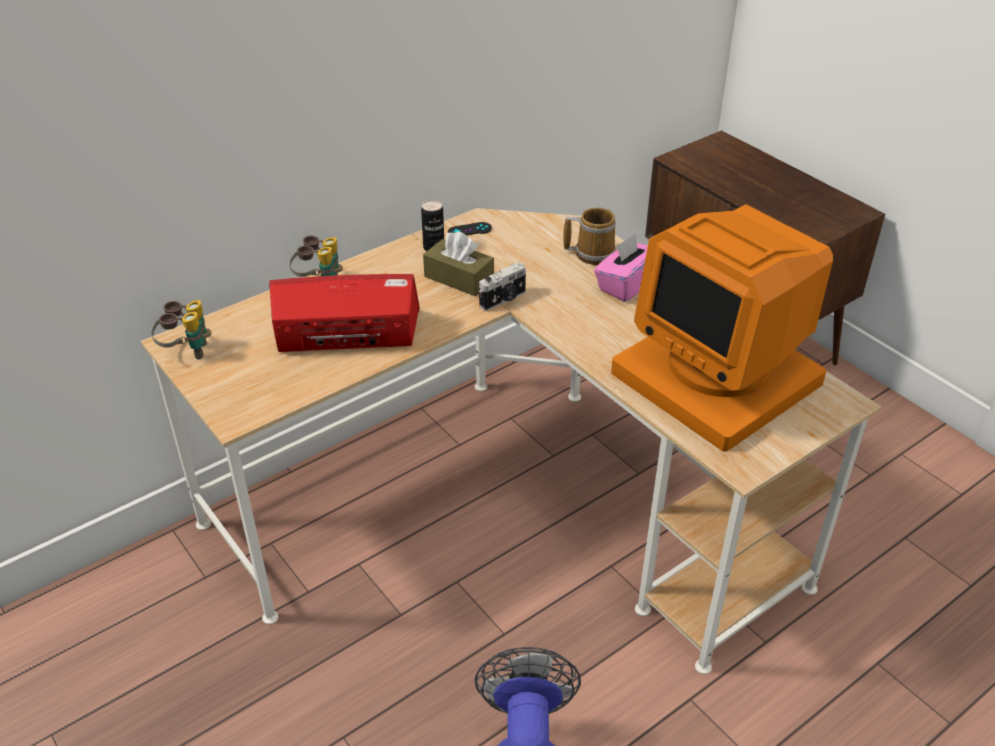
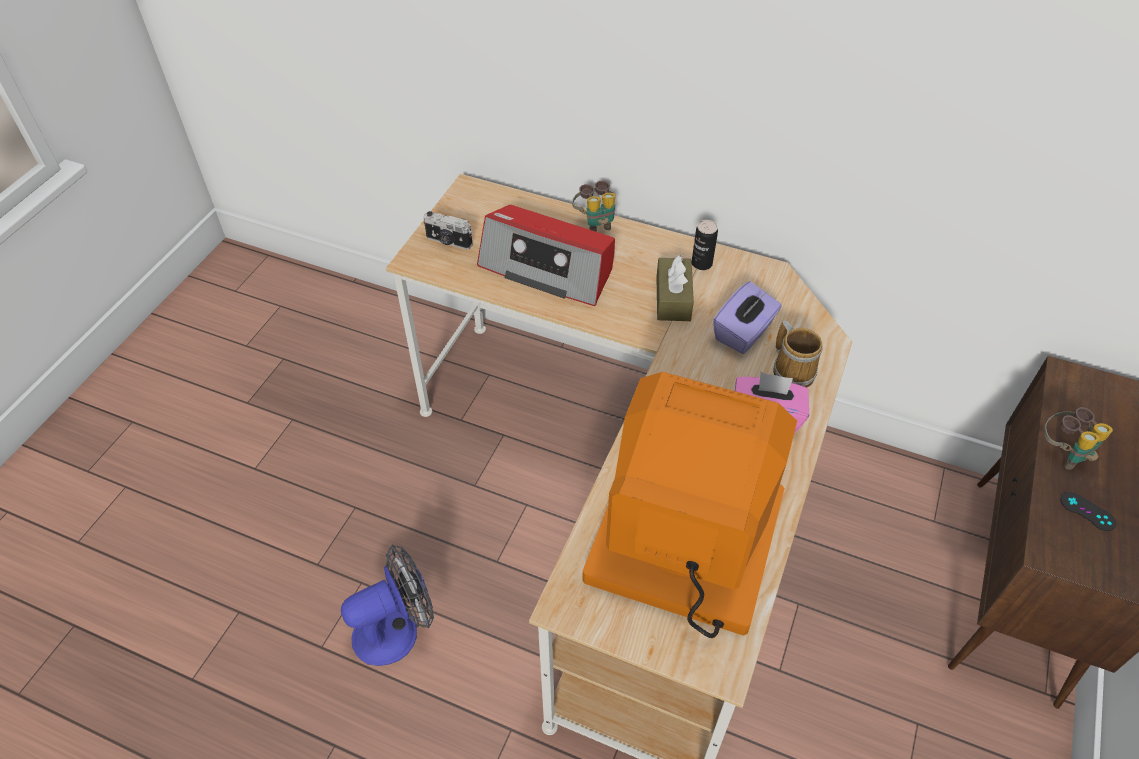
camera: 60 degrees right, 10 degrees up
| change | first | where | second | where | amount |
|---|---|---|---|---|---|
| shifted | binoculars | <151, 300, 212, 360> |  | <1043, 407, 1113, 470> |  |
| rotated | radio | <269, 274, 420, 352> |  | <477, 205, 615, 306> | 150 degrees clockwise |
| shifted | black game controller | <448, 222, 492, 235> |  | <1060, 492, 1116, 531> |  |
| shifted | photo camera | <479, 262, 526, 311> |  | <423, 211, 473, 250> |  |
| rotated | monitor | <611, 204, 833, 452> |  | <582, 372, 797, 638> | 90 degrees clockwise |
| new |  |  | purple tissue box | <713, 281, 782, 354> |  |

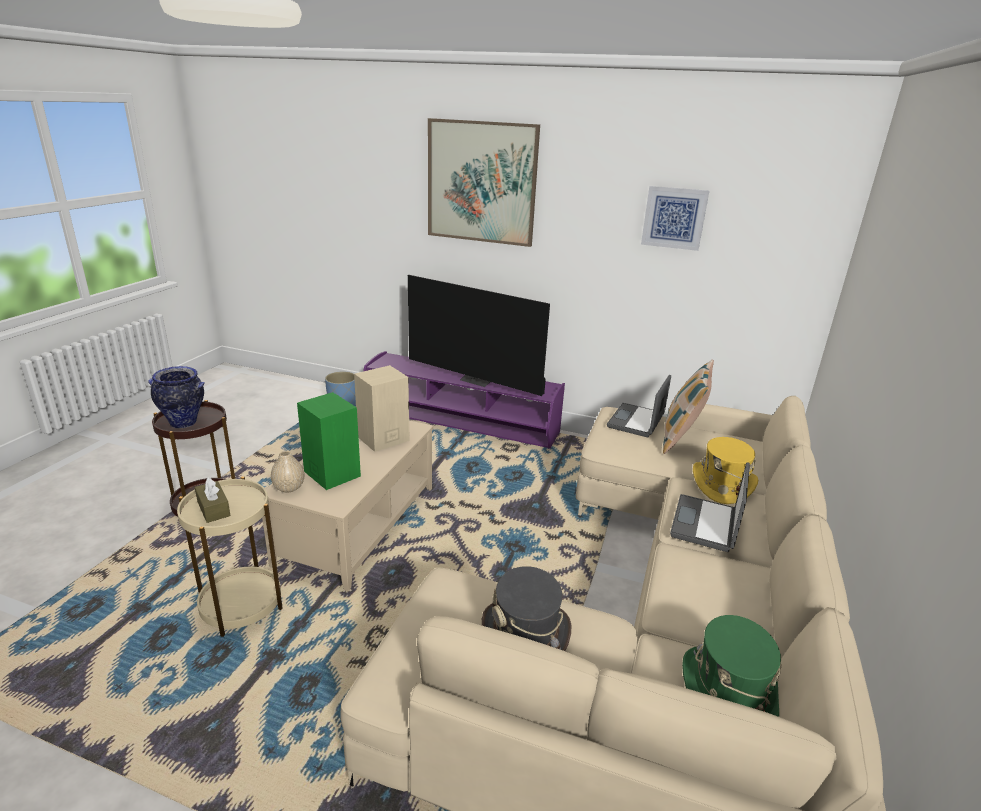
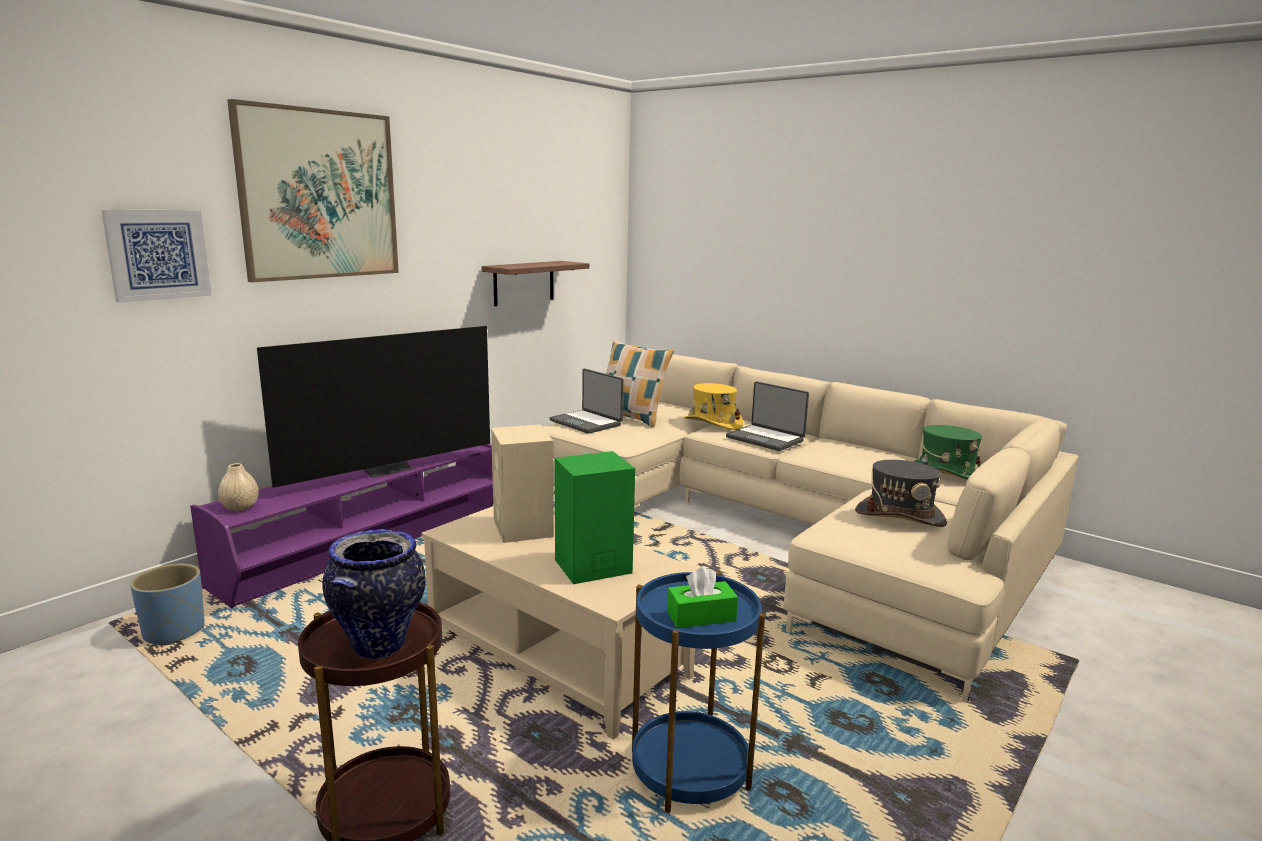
camera: 70 degrees left, 10 degrees down
| change | first | where | second | where | amount |
|---|---|---|---|---|---|
| repainted | beige side table | <177, 477, 283, 637> | blue side table | <632, 571, 765, 813> |  |
| repainted | brown tissue box | <195, 478, 231, 523> | green tissue box | <667, 566, 738, 628> |  |
| shifted | beige vase | <271, 451, 304, 493> |  | <218, 463, 259, 511> |  |
| shifted | picture | <641, 186, 709, 251> |  | <101, 210, 212, 303> |  |
| new |  |  | shelf | <481, 261, 589, 306> |  |

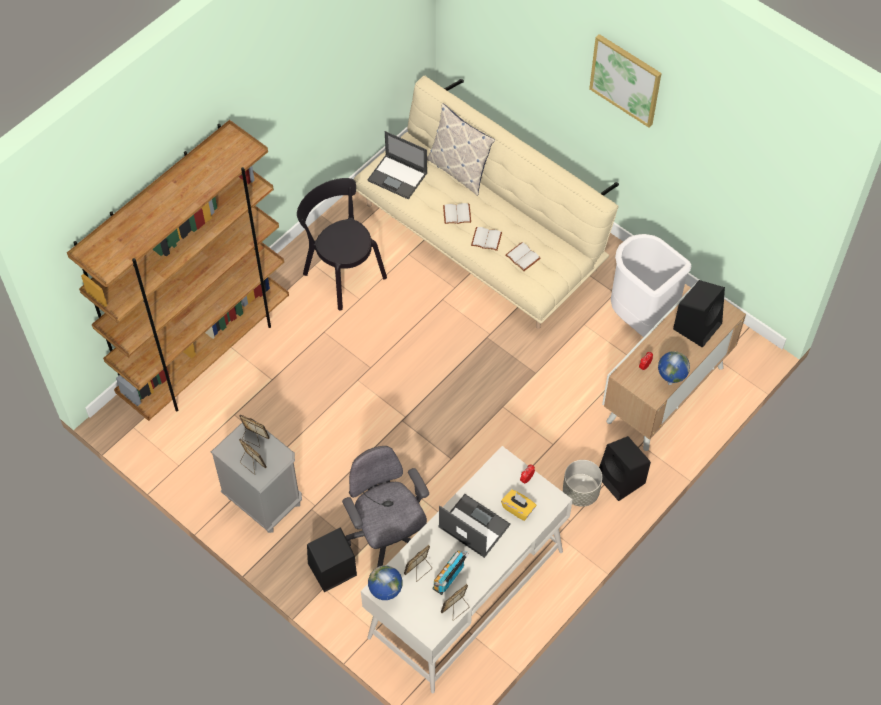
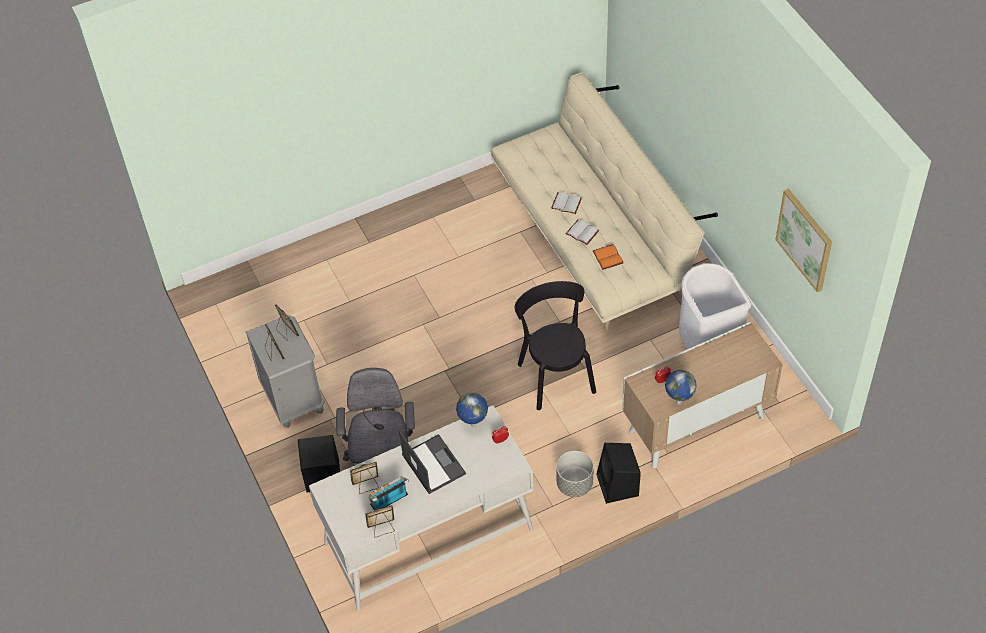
camera: 25 degrees right, 5 degrees down
| change | first | where | second | where | amount |
|---|---|---|---|---|---|
| gone | brown bookcase | <67, 120, 289, 421> |  |  |  |
| shifted | black chair | <297, 178, 387, 311> |  | <515, 281, 596, 410> |  |
| gone | laptop | <367, 131, 427, 200> |  |  |  |
| shifted | globe | <368, 565, 403, 600> |  | <456, 392, 488, 427> |  |
| gone | pillow | <427, 103, 495, 196> |  |  |  |
| gone | yellow tissue box | <501, 489, 536, 521> |  |  |  |
| repainted | white book | <505, 242, 541, 271> | orange book | <593, 244, 624, 270> |  |
| shifted | picture | <589, 34, 662, 127> |  | <776, 189, 832, 292> |  |
| gone | black speaker | <673, 280, 725, 348> |  |  |  |

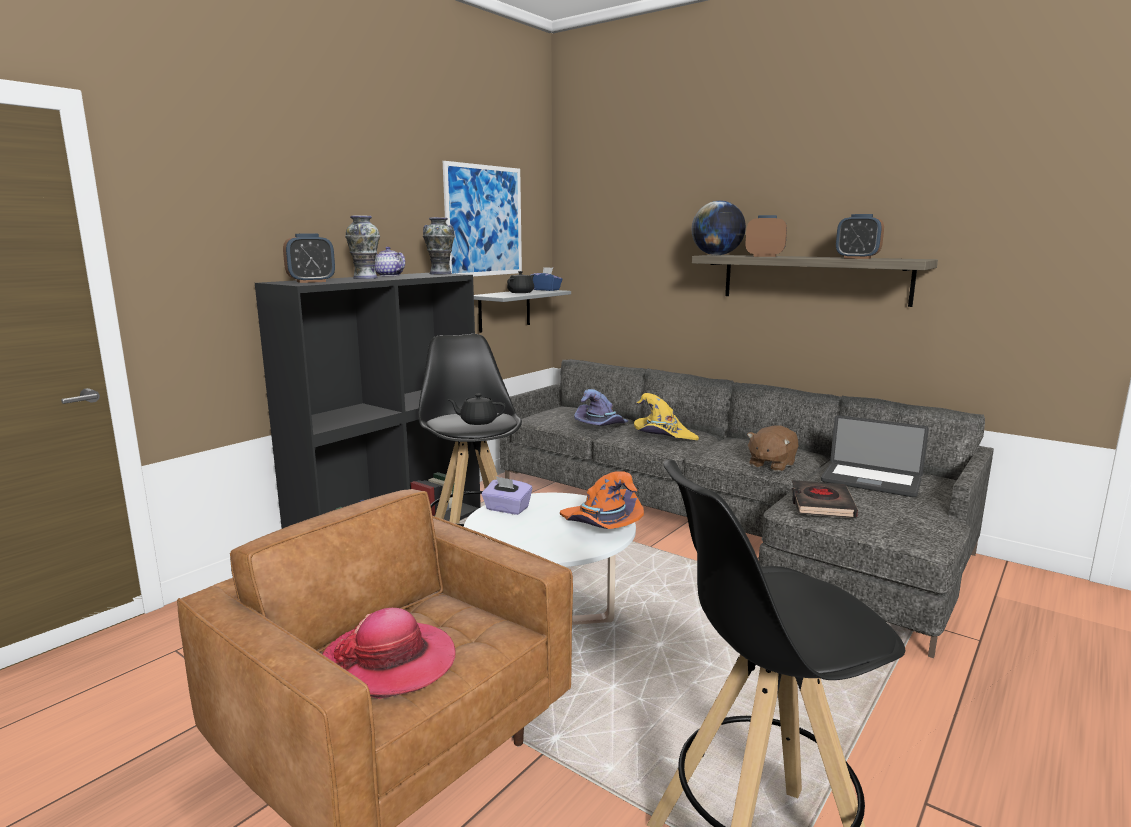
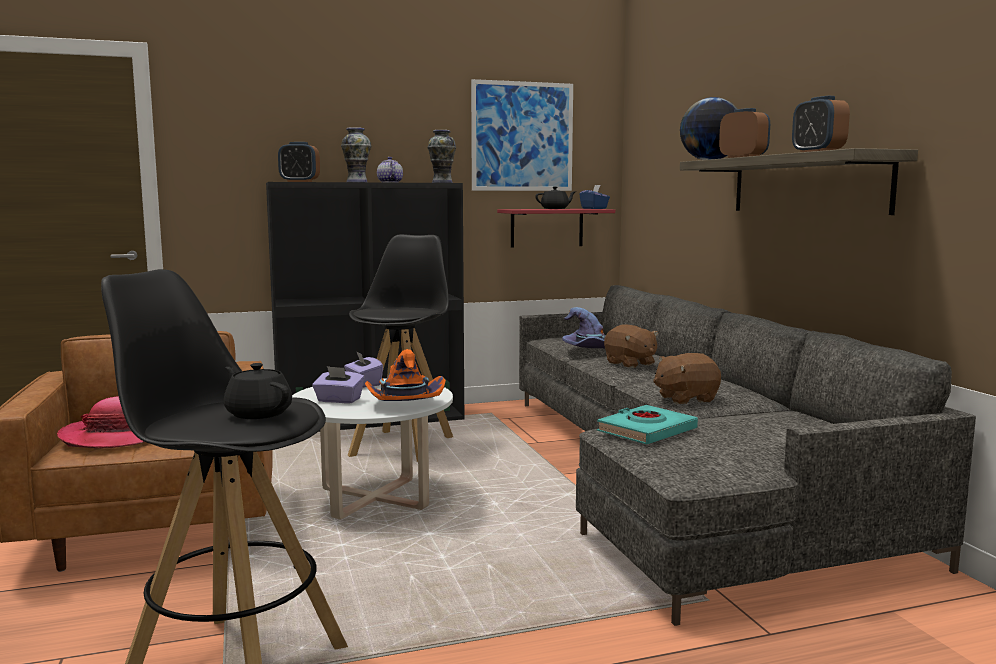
camera: 35 degrees right, 5 degrees down
| change | first | where | second | where | amount |
|---|---|---|---|---|---|
| shifted | black teapot | <447, 394, 506, 425> |  | <224, 363, 292, 419> |  |
| repainted | grey shelf | <474, 289, 571, 333> | red shelf | <497, 209, 615, 248> |  |
| swapped | yellow hat | <634, 393, 699, 440> | brown plush toy | <604, 324, 658, 368> |  |
| repainted | black book | <791, 480, 858, 518> | turquoise book | <597, 405, 698, 444> |  |
| gone | laptop | <821, 415, 929, 497> |  |  |  |
| new |  |  | purple tissue box | <312, 366, 364, 403> |  |

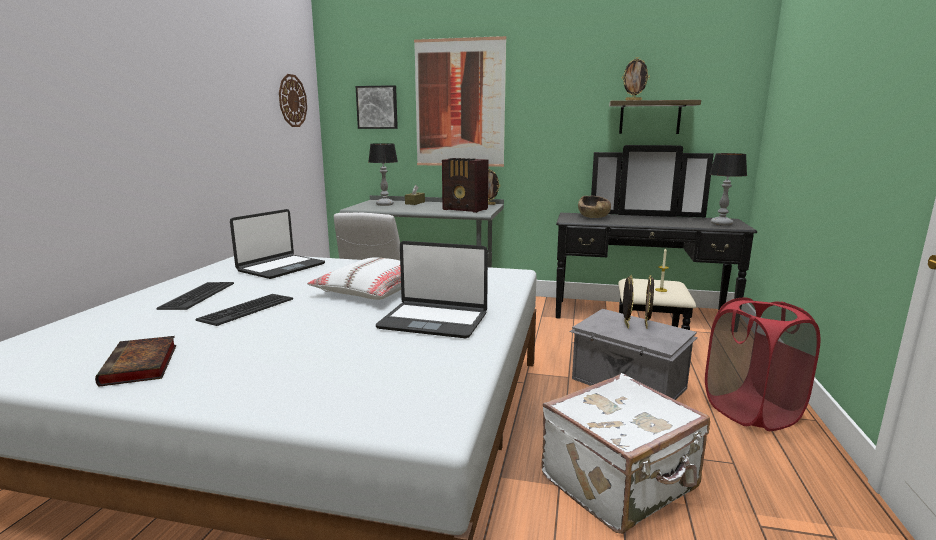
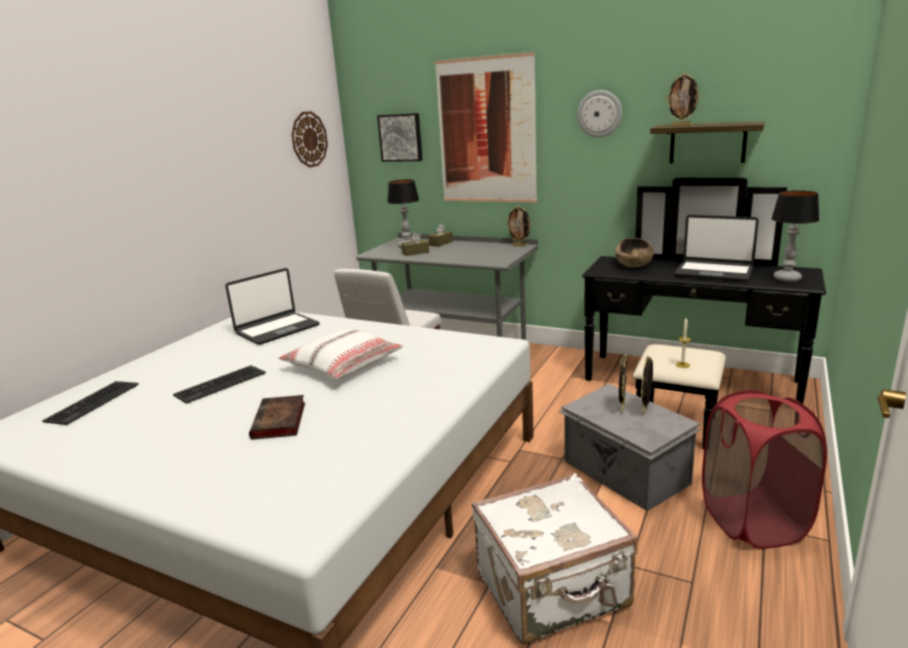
camera: 15 degrees right, 5 degrees up
| change | first | where | second | where | amount |
|---|---|---|---|---|---|
| shifted | book | <95, 336, 176, 387> |  | <249, 395, 305, 440> |  |
| shifted | keyboard | <157, 282, 234, 310> |  | <43, 381, 139, 425> |  |
| shifted | laptop | <376, 241, 488, 338> |  | <674, 215, 759, 282> |  |
| gone | radio | <442, 158, 488, 213> |  |  |  |
| new |  |  | brown tissue box | <401, 232, 429, 256> |  |
| new |  |  | wall clock | <577, 90, 622, 138> |  |

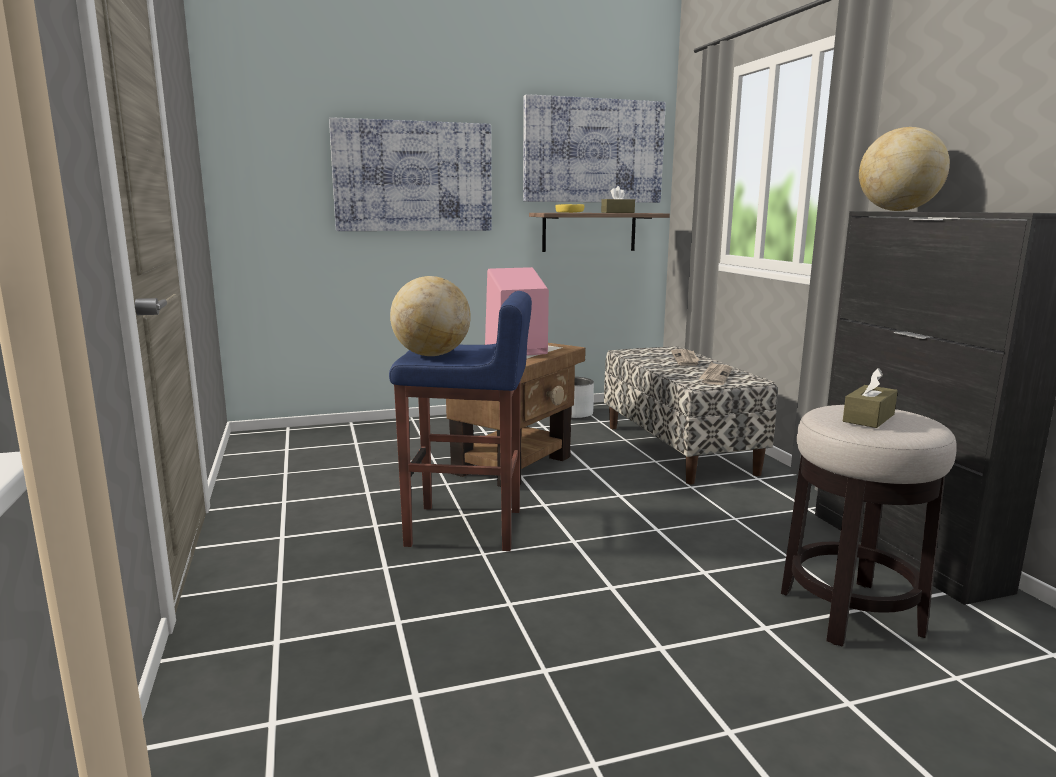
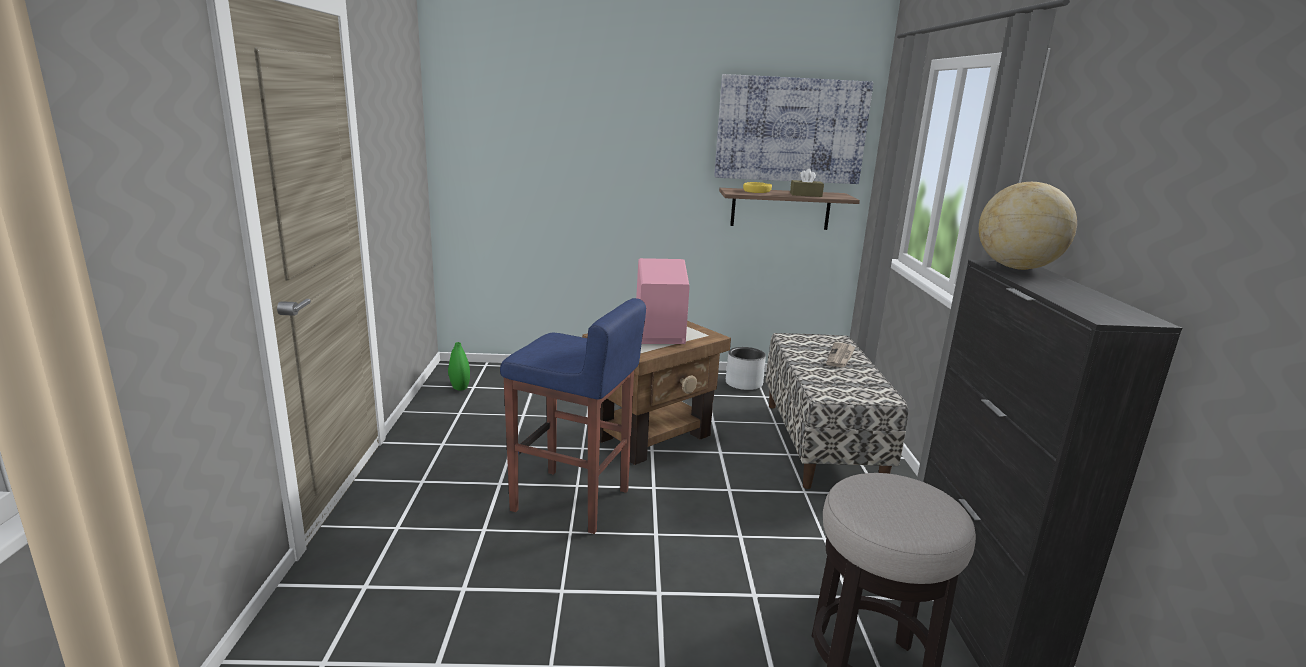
camera: 15 degrees right, 5 degrees up
| change | first | where | second | where | amount |
|---|---|---|---|---|---|
| gone | picture | <329, 117, 492, 231> |  |  |  |
| gone | globe | <390, 276, 471, 356> |  |  |  |
| gone | newspaper | <698, 362, 732, 385> |  |  |  |
| gone | brown tissue box | <843, 368, 898, 428> |  |  |  |
| new |  |  | green vase | <448, 342, 470, 391> |  |

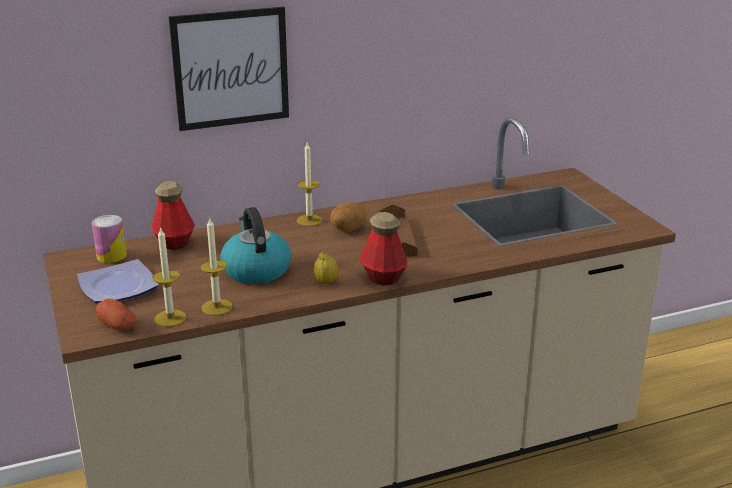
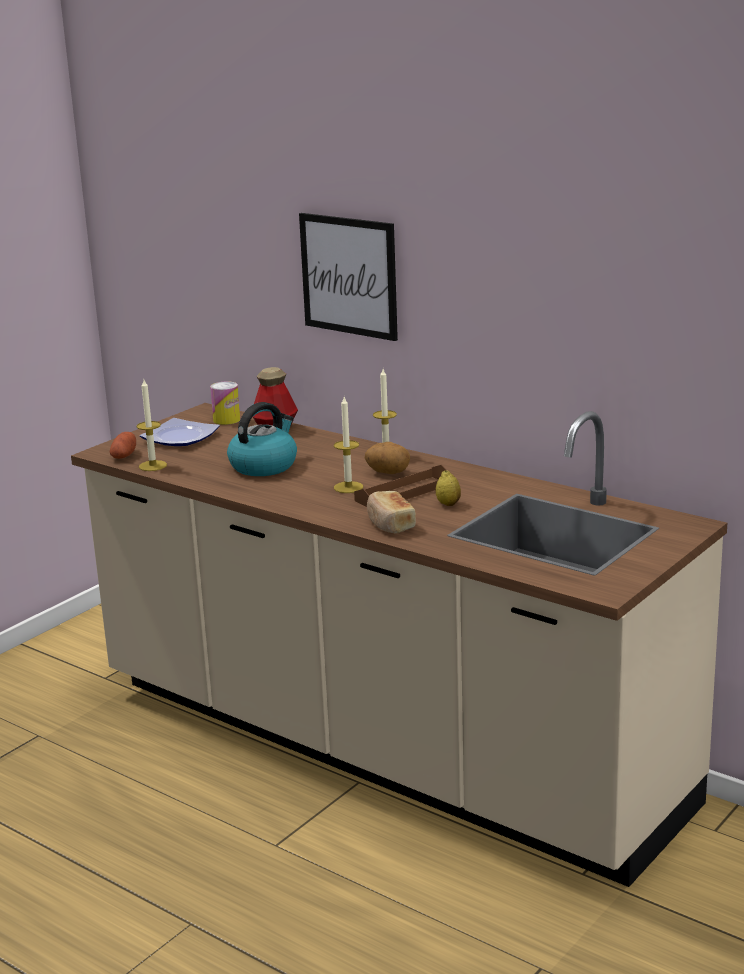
camera: 60 degrees right, 5 degrees down
| change | first | where | second | where | amount |
|---|---|---|---|---|---|
| shifted | candle | <200, 217, 233, 316> |  | <334, 397, 363, 493> |  |
| shifted | lemon | <314, 252, 339, 284> |  | <436, 471, 461, 506> |  |
| gone | bottle | <360, 212, 407, 286> |  |  |  |
| new |  |  | bread | <367, 491, 416, 534> |  |

